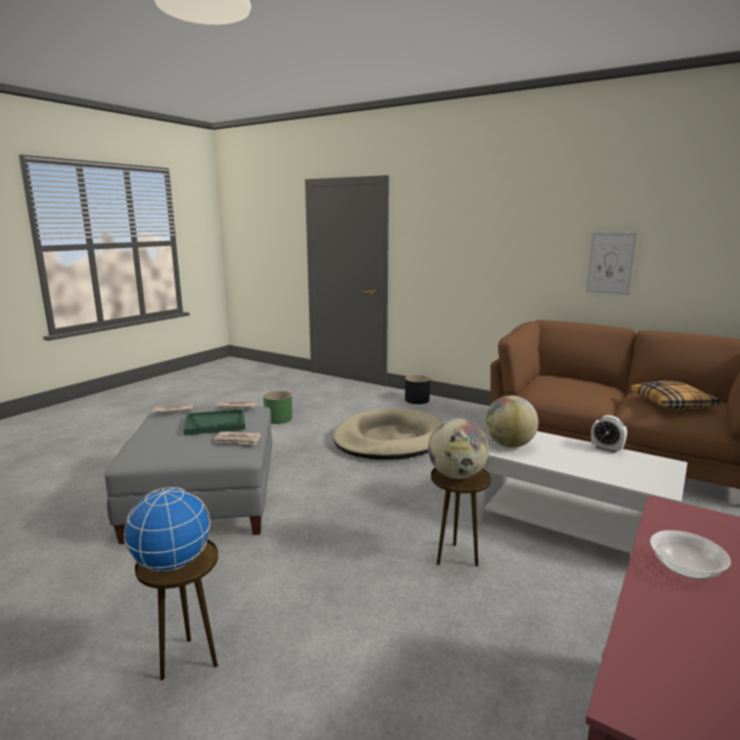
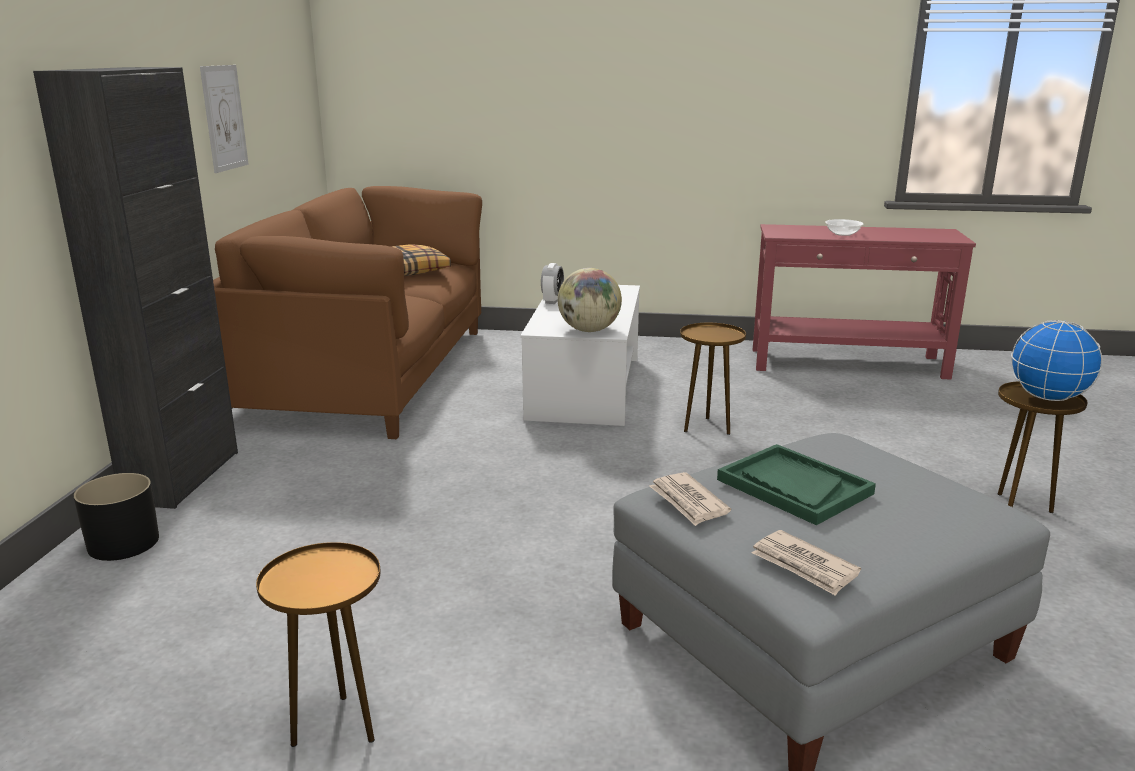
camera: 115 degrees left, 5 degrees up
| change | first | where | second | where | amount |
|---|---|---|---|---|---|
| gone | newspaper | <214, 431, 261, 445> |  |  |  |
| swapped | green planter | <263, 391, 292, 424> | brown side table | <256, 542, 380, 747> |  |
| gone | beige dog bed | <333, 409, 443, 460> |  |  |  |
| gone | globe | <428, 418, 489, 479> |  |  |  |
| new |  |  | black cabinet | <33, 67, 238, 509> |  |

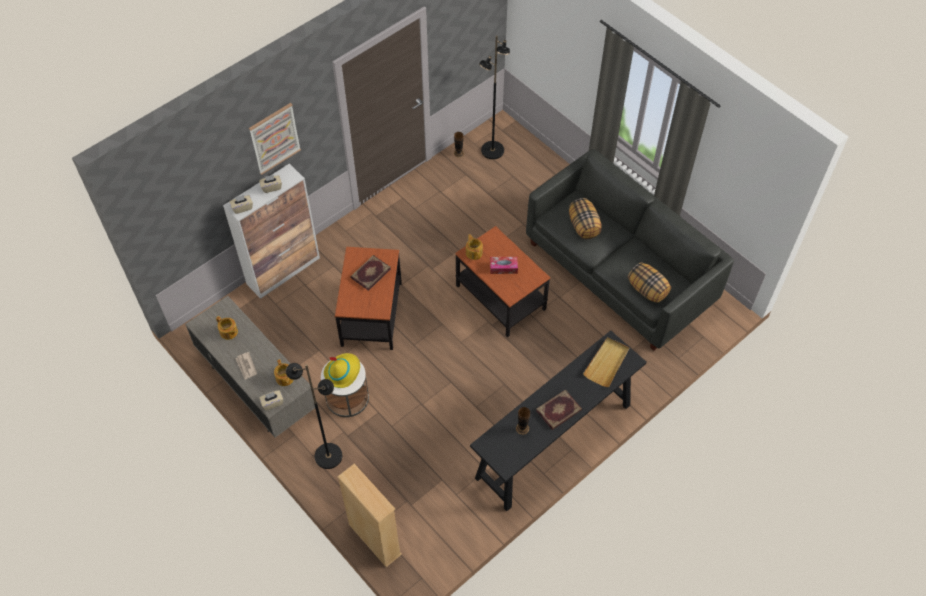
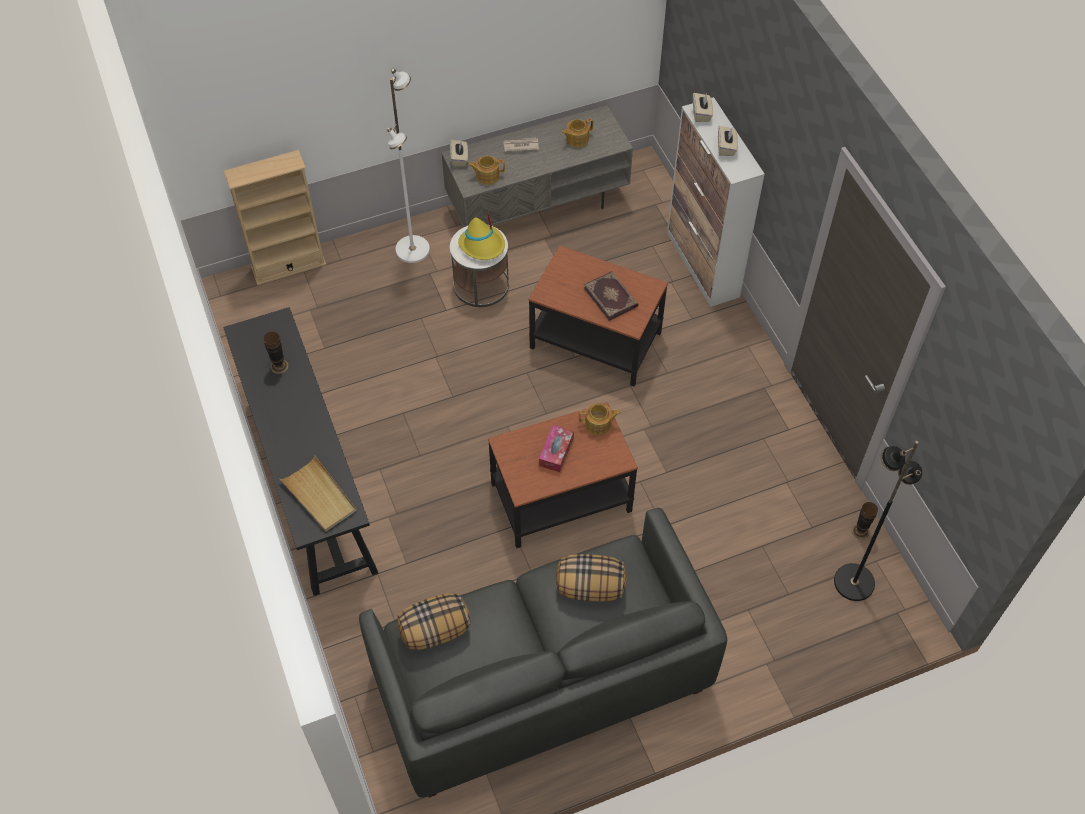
camera: 110 degrees right, 0 degrees up
| change | first | where | second | where | amount |
|---|---|---|---|---|---|
| gone | picture | <249, 103, 301, 175> |  |  |  |
| repainted | black floor lamp | <286, 363, 342, 469> | white floor lamp | <387, 68, 430, 263> |  |
| gone | book | <536, 389, 582, 430> |  |  |  |

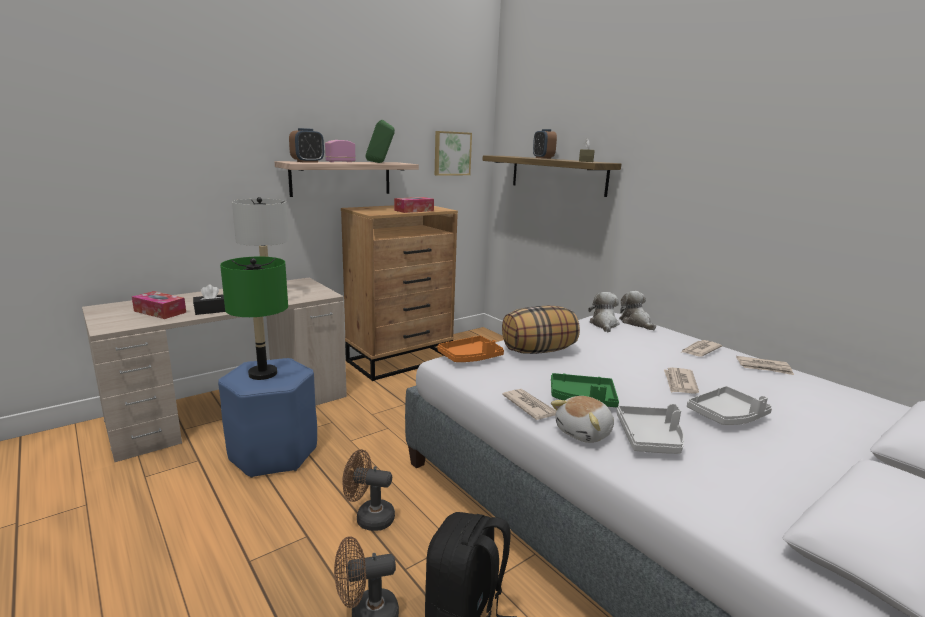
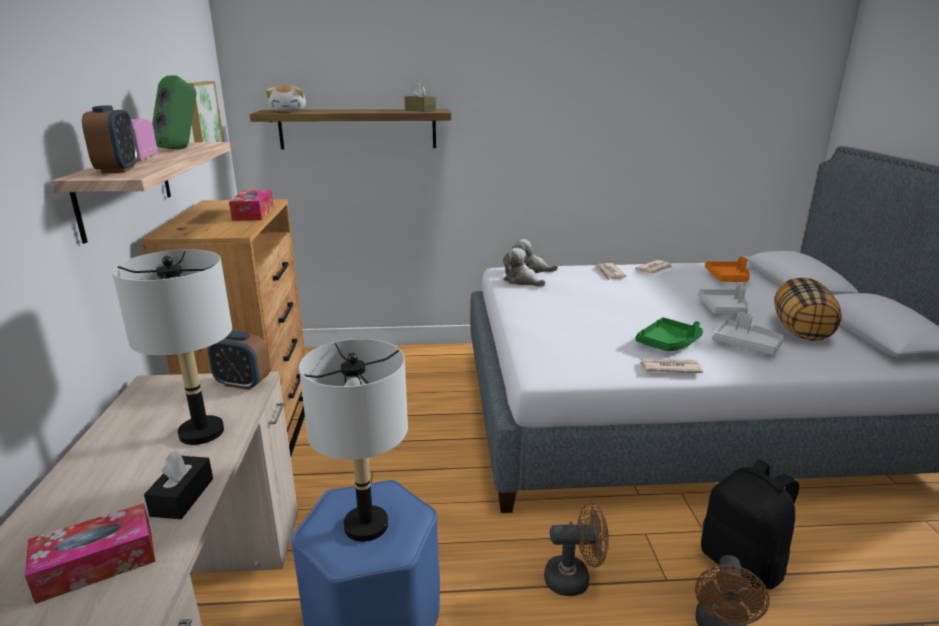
camera: 55 degrees left, 5 degrees up
| change | first | where | second | where | amount |
|---|---|---|---|---|---|
| repainted | green table lamp | <220, 257, 288, 380> | grey table lamp | <299, 339, 408, 542> |  |
| rotated | brown fan | <342, 449, 395, 531> |  | <544, 503, 609, 596> | 135 degrees counterclockwise |
| shifted | orange tray | <437, 336, 504, 362> |  | <705, 257, 750, 282> |  |
| shifted | pillow | <502, 306, 580, 354> |  | <774, 278, 842, 341> |  |
| shifted | alarm clock | <533, 129, 557, 159> |  | <208, 331, 270, 390> |  |
| shifted | plush toy | <551, 396, 614, 443> |  | <266, 85, 306, 112> |  |
| gone | newspaper | <664, 367, 699, 394> |  |  |  |

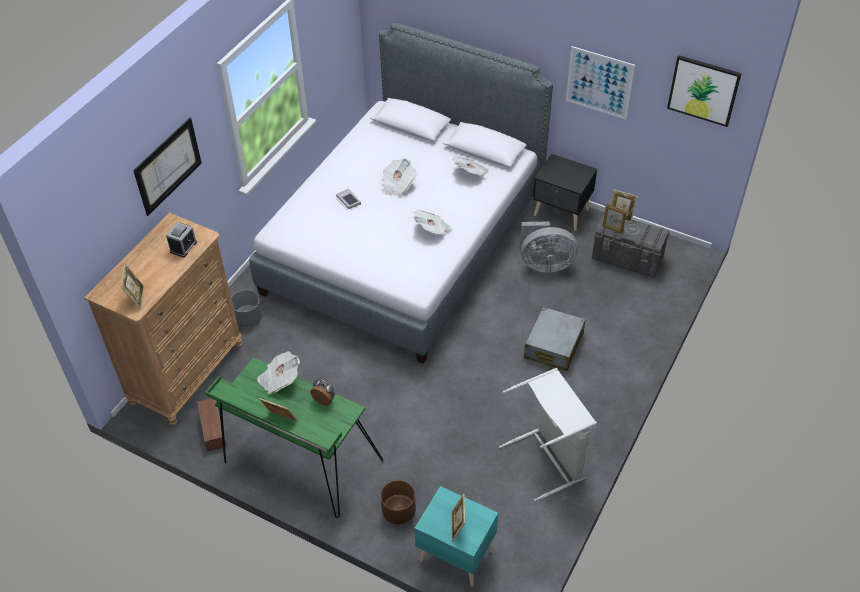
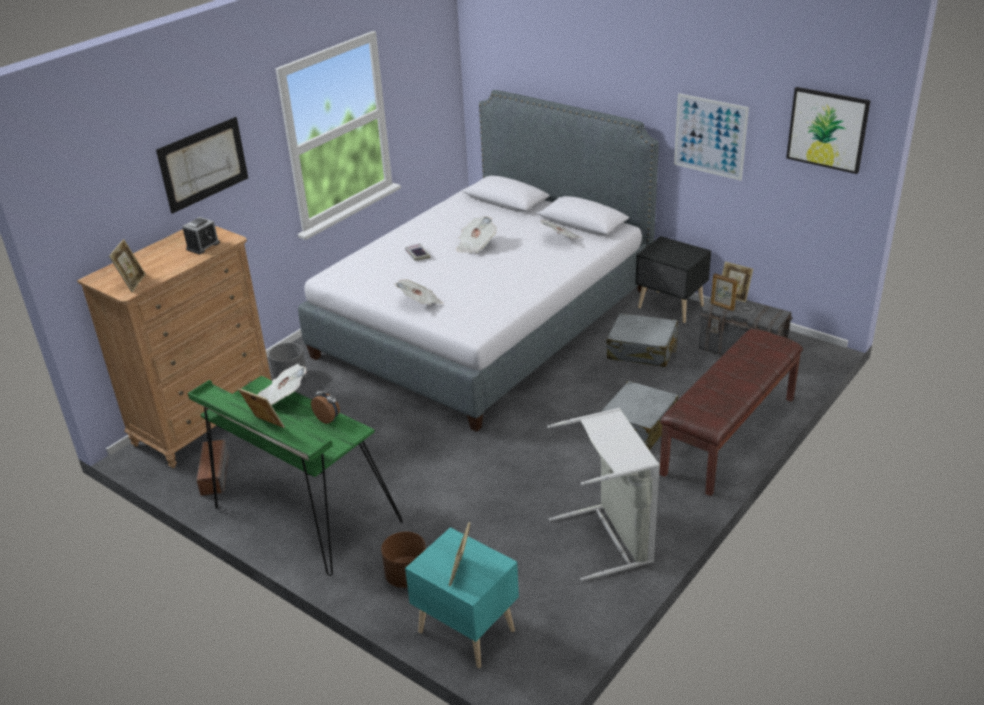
camera: 10 degrees right, 15 degrees down
| change | first | where | second | where | amount |
|---|---|---|---|---|---|
| shifted | newspaper | <413, 210, 452, 235> |  | <394, 279, 444, 305> |  |
| swapped | grey fan | <520, 222, 578, 273> | grey suitcase | <606, 313, 678, 367> |  |
| new |  |  | brown bench | <660, 329, 803, 496> |  |

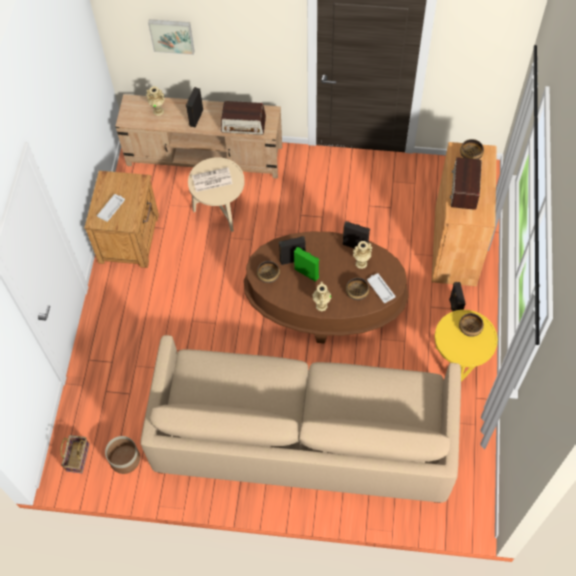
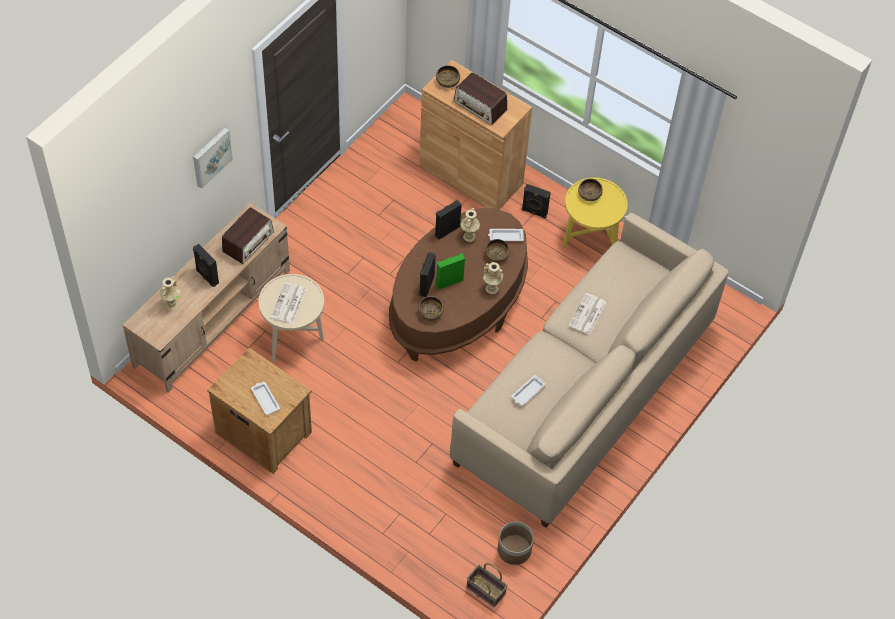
camera: 65 degrees left, 5 degrees down
| change | first | where | second | where | amount |
|---|---|---|---|---|---|
| shifted | picture | <148, 19, 194, 55> |  | <193, 128, 233, 189> |  |
| new |  |  | white tray | <511, 375, 546, 406> |  |
| new |  |  | newspaper | <569, 293, 606, 335> |  |

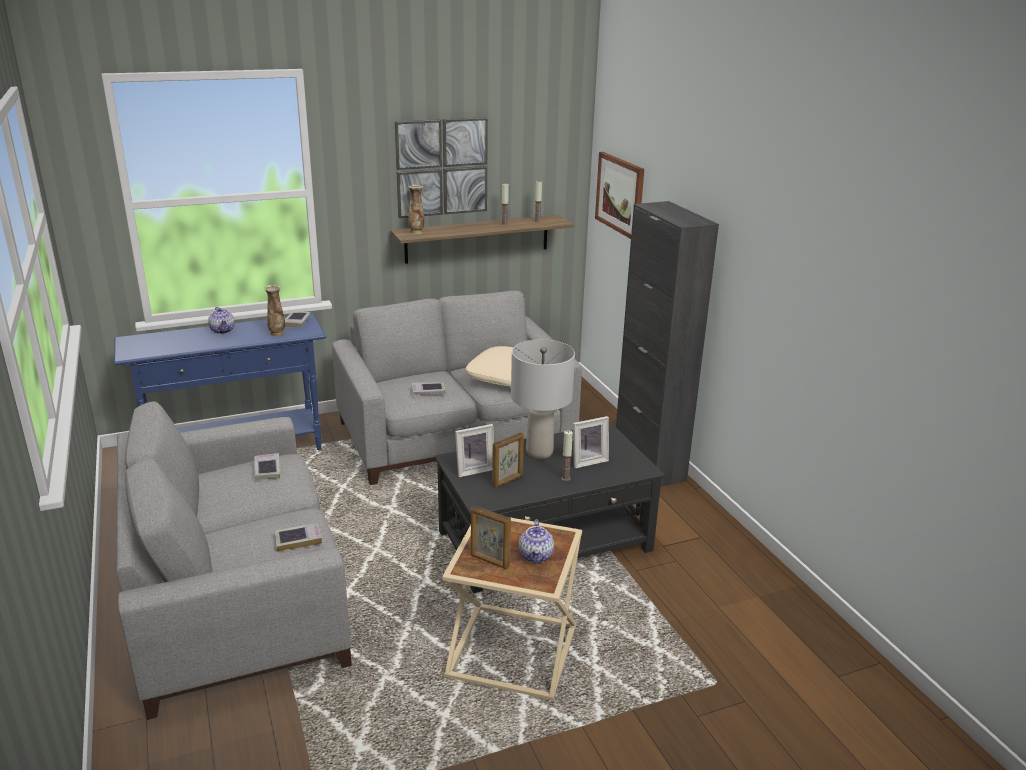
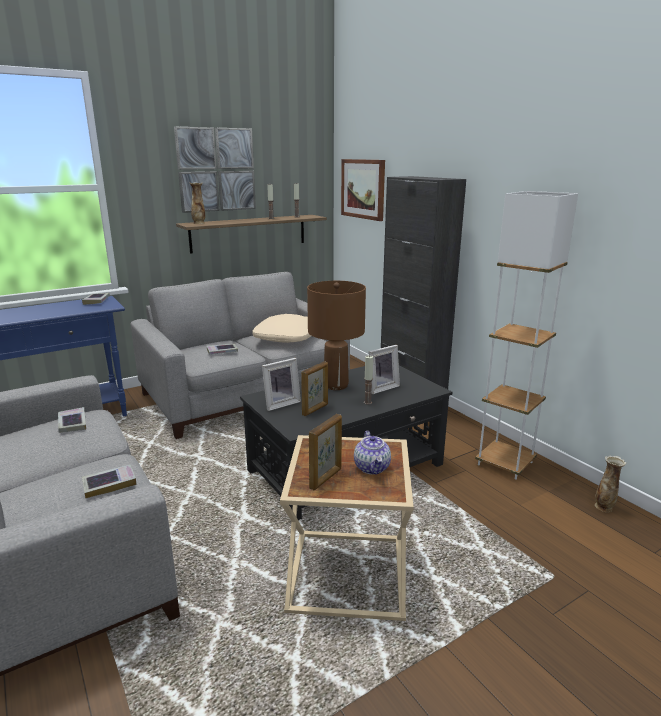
camera: 10 degrees left, 5 degrees down
| change | first | where | second | where | amount |
|---|---|---|---|---|---|
| gone | teapot | <208, 307, 235, 334> |  |  |  |
| shifted | vase | <265, 285, 285, 336> |  | <595, 455, 626, 512> |  |
| rotated | picture frame | <471, 505, 511, 569> |  | <309, 414, 342, 490> | 75 degrees counterclockwise |
| repainted | grey table lamp | <511, 339, 575, 459> | brown table lamp | <307, 281, 366, 390> |  |
| new |  |  | white floor lamp | <475, 191, 578, 480> |  |

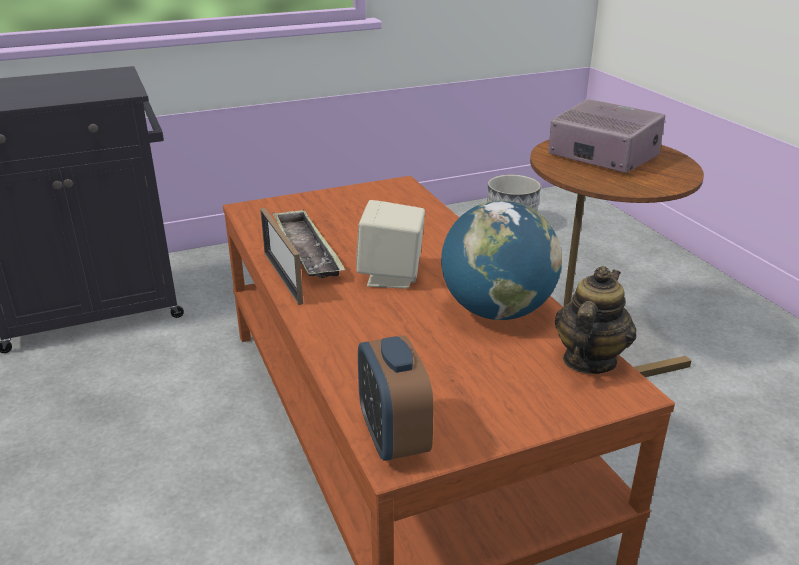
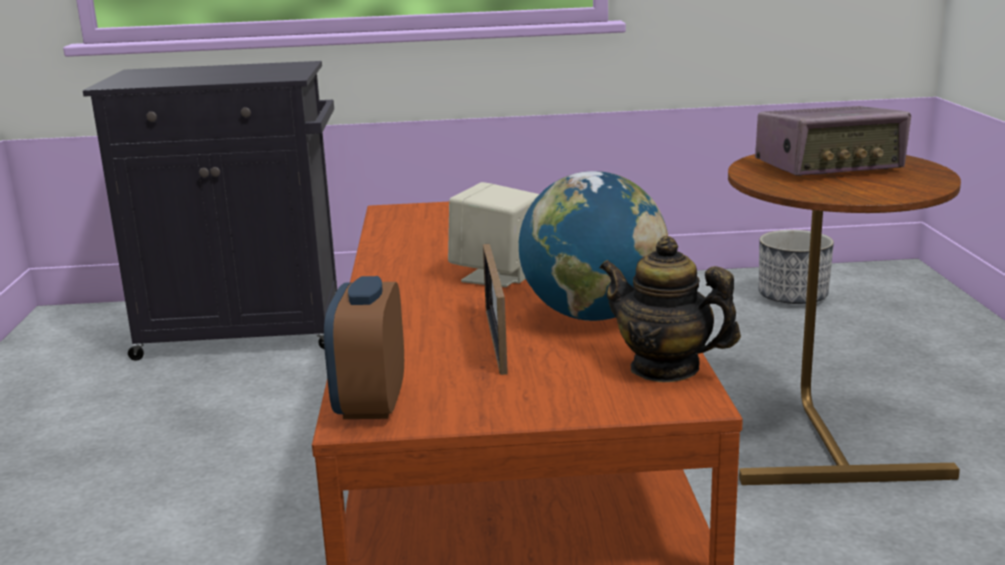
camera: 20 degrees right, 10 degrees down
| change | first | where | second | where | amount |
|---|---|---|---|---|---|
| shifted | picture frame | <260, 208, 303, 305> |  | <483, 244, 508, 375> |  |
| gone | tray | <272, 209, 345, 278> |  |  |  |
| rotated | radio | <548, 99, 665, 172> |  | <755, 106, 911, 176> | 105 degrees clockwise |
| rotated | teapot | <555, 266, 636, 374> |  | <600, 236, 741, 382> | 105 degrees counterclockwise |

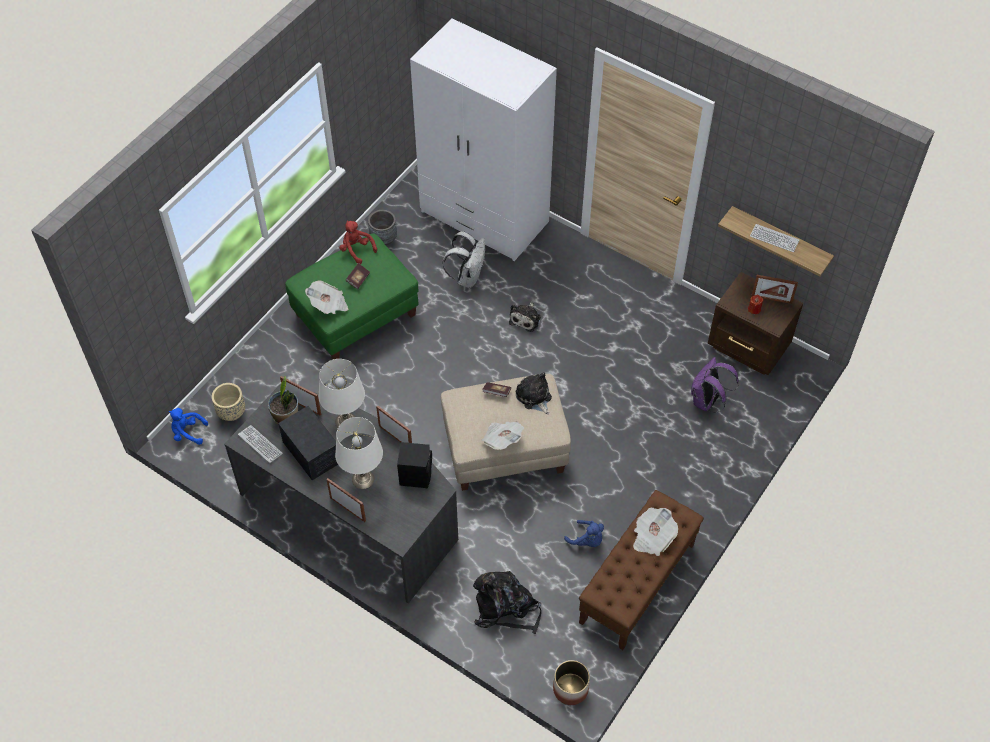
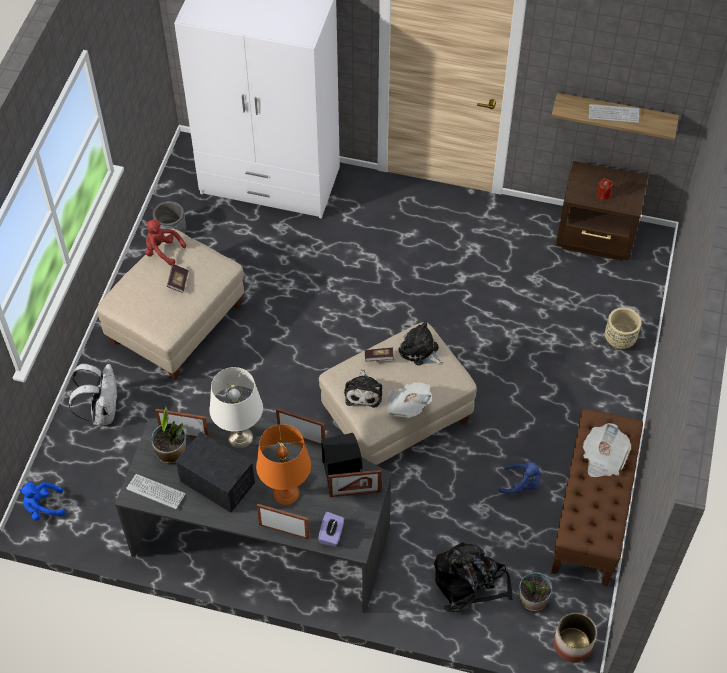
camera: 20 degrees left, 0 degrees up
| change | first | where | second | where | amount |
|---|---|---|---|---|---|
| shifted | beige planter | <212, 383, 245, 421> |  | <605, 307, 641, 349> |  |
| repainted | green ottoman | <285, 233, 418, 359> | beige ottoman | <97, 229, 244, 380> |  |
| gone | newspaper | <305, 281, 348, 314> |  |  |  |
| repainted | white table lamp | <335, 417, 383, 489> | orange table lamp | <256, 424, 311, 505> |  |
| shifted | white backpack | <443, 231, 485, 288> |  | <68, 363, 118, 425> |  |
| shifted | plush toy | <509, 302, 541, 332> |  | <344, 369, 382, 408> |  |
| gone | purple backpack | <691, 357, 739, 412> |  |  |  |
| shifted | picture frame | <752, 275, 798, 304> |  | <328, 470, 381, 497> |  |
| new |  |  | purple tissue box | <318, 512, 344, 547> |  |
| new |  |  | potted plant | <519, 572, 553, 611> |  |

